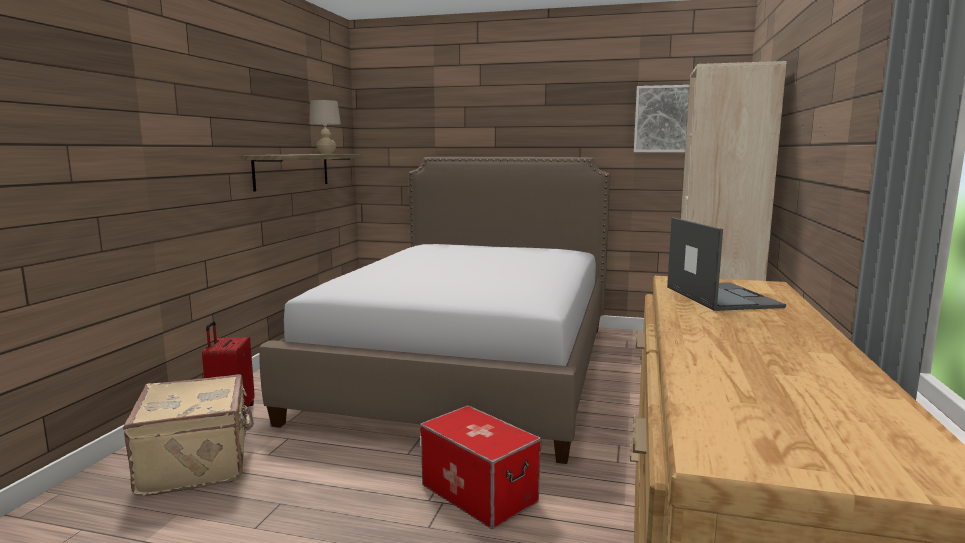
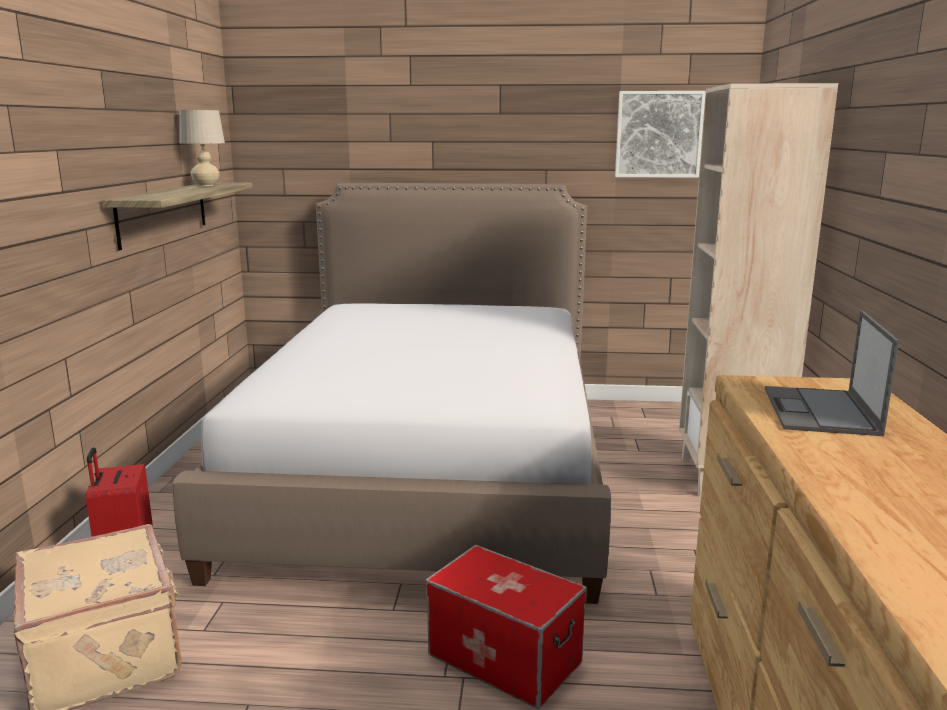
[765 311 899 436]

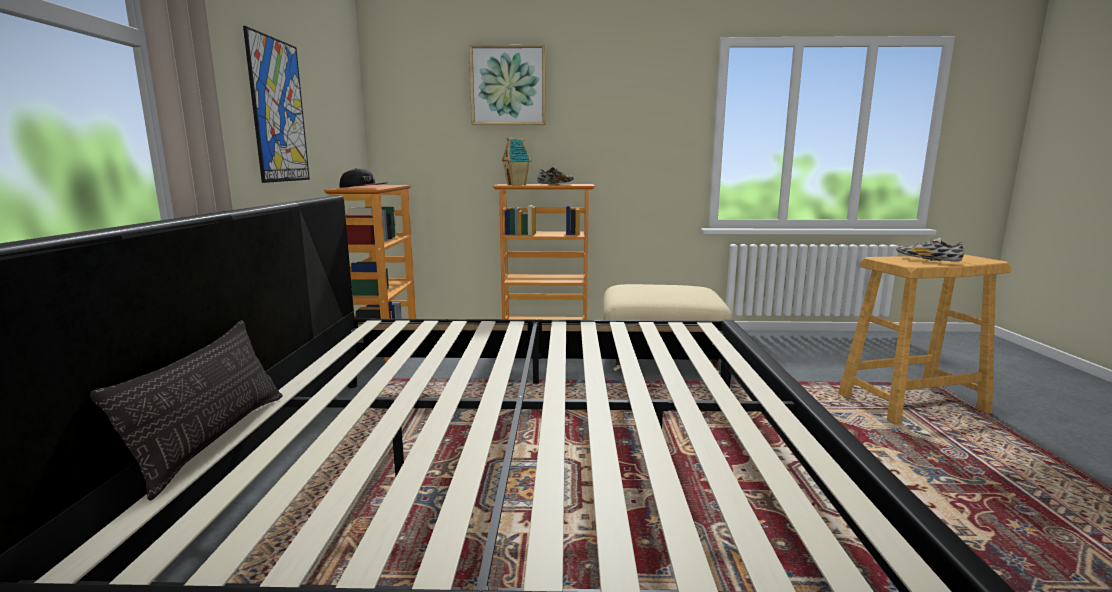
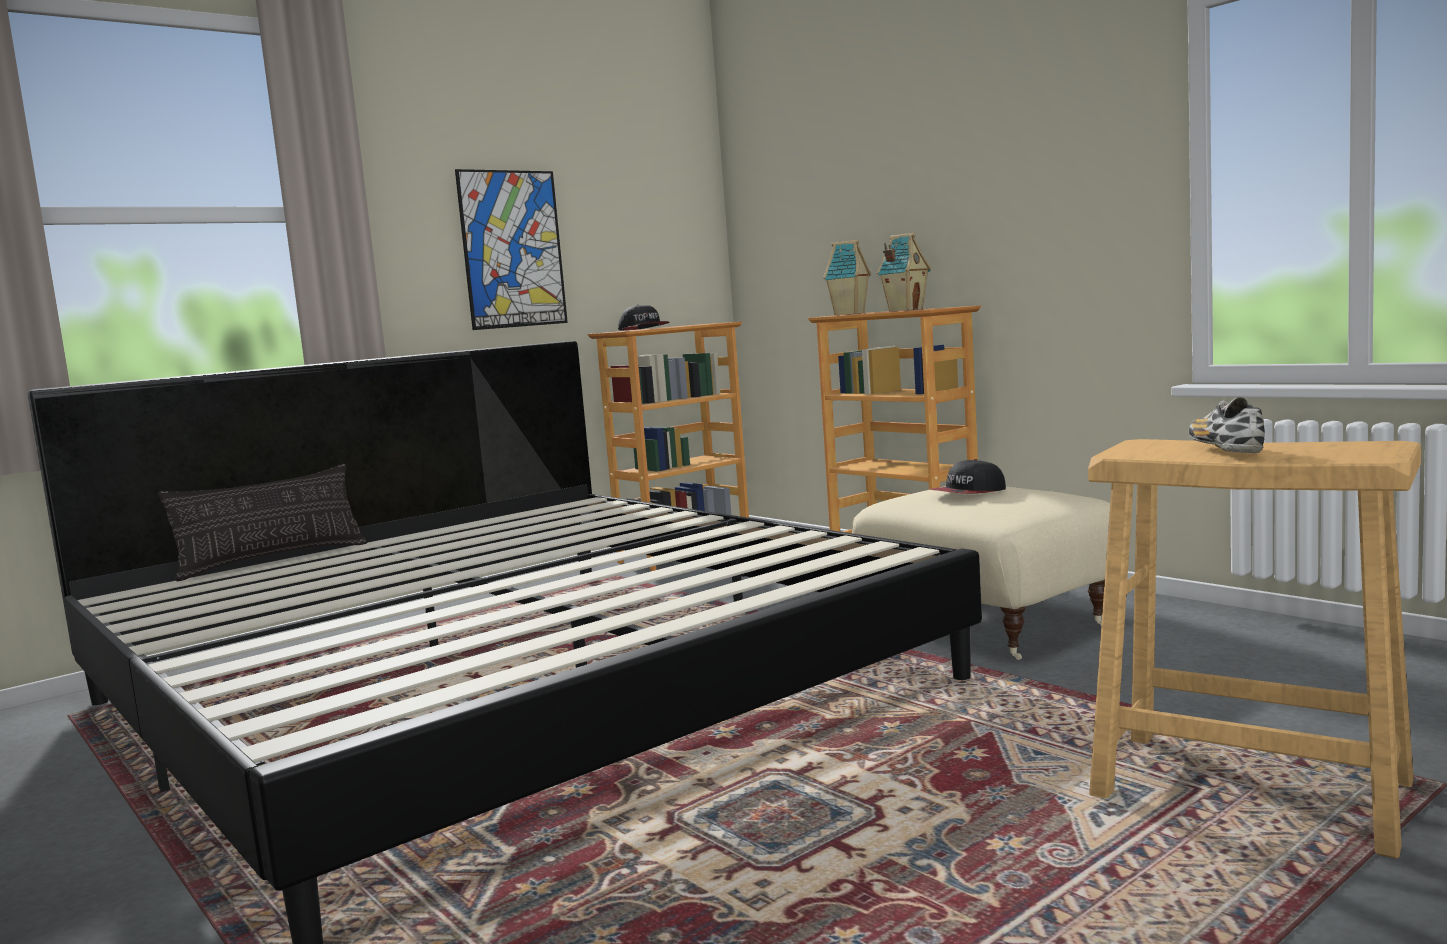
[469 45 546 125] (first image)
[877 233 931 312]
[928 459 1006 494]

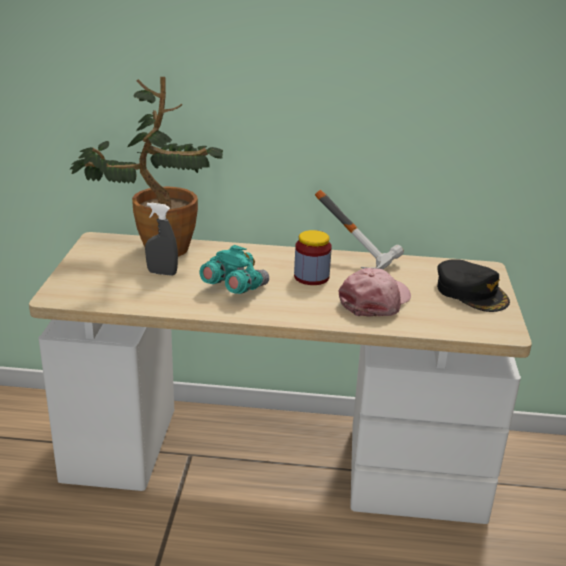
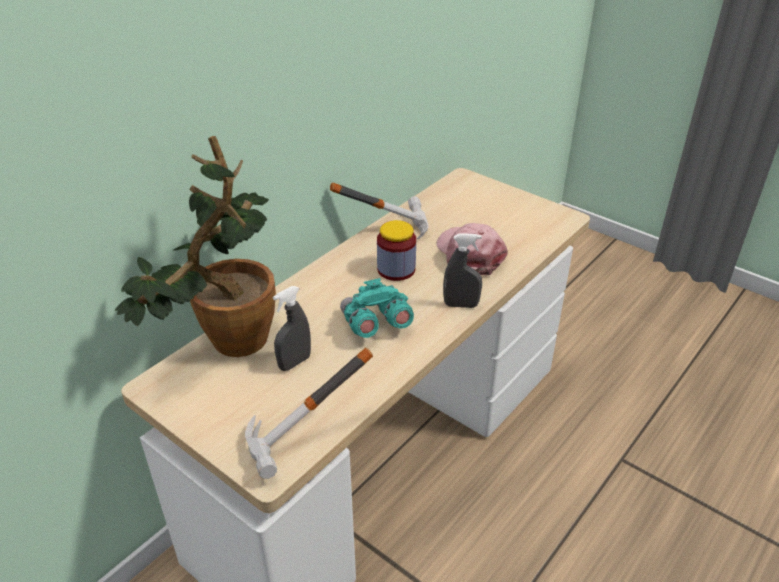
[437 259 510 312] (first image)
[443 233 482 308]
[245 348 373 479]

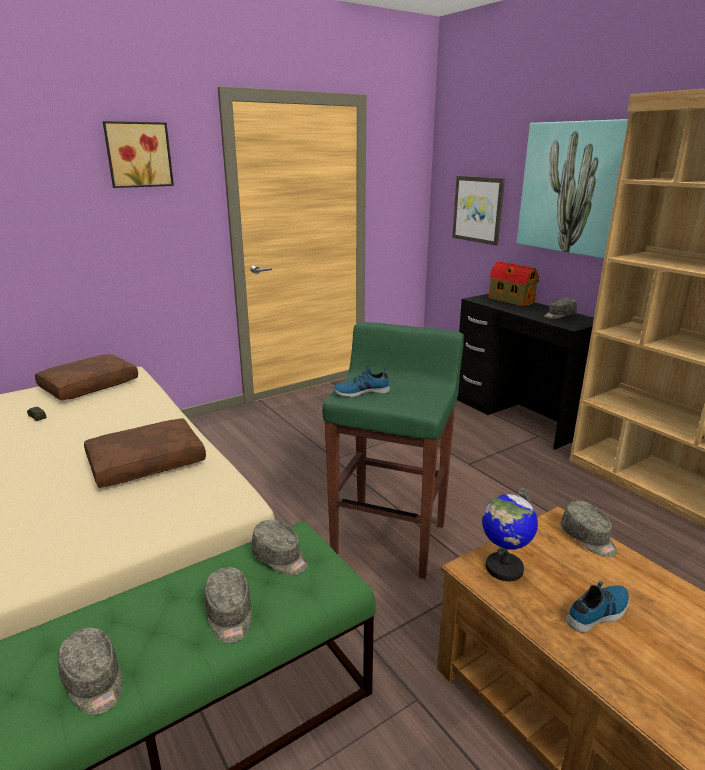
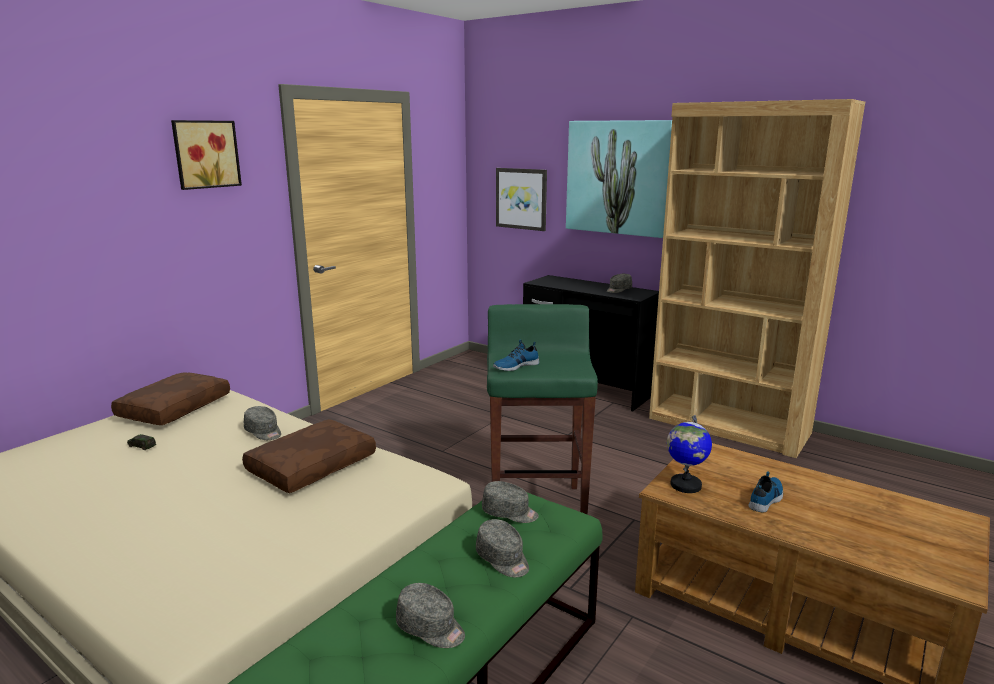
[488 261 539 306] (first image)
[244 406 281 440]

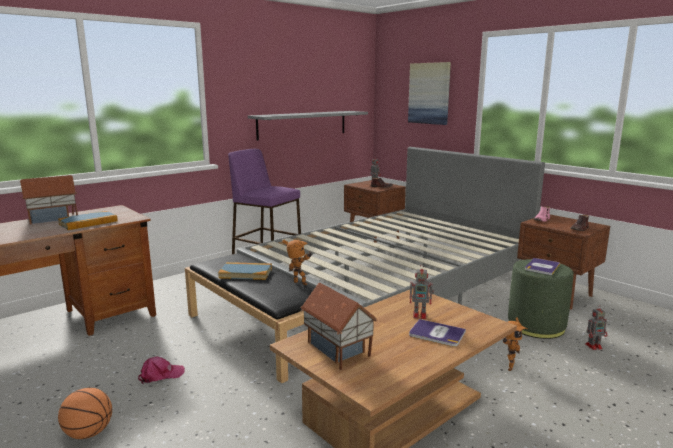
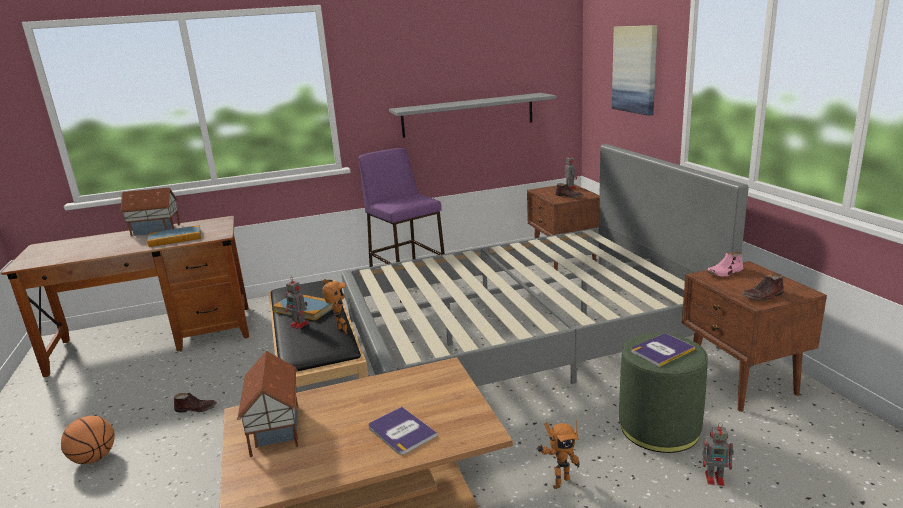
[285 280 309 329]
[174 393 217 413]

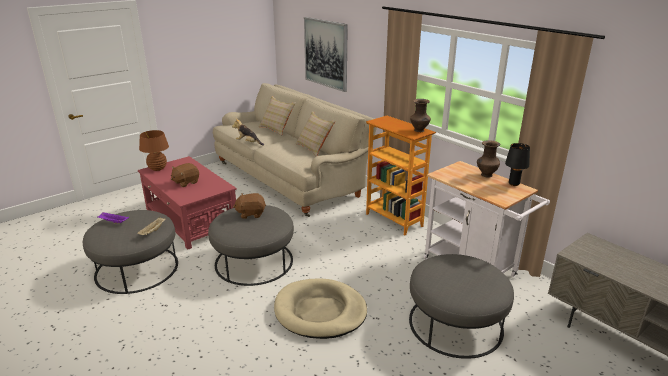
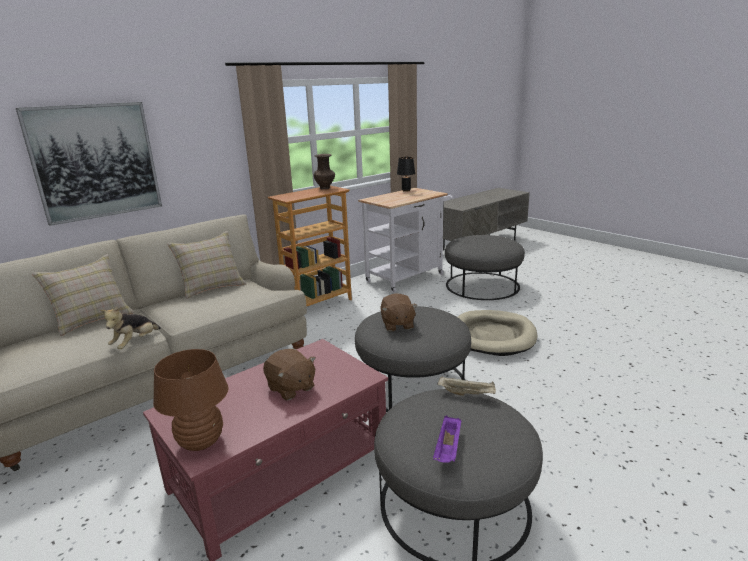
[477 140 500 178] (first image)

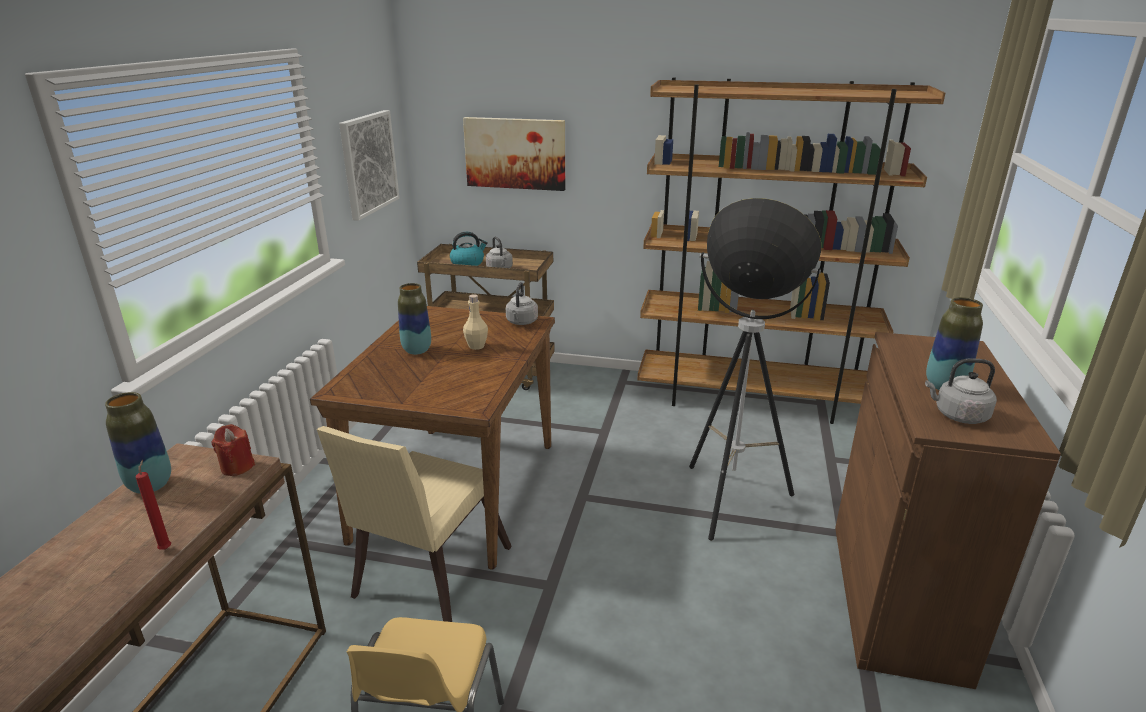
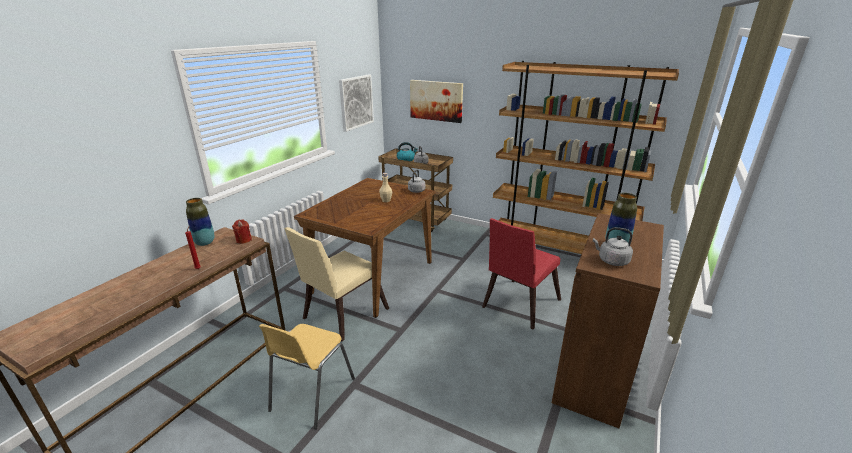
[482 218 561 329]
[398 283 431 355] (first image)

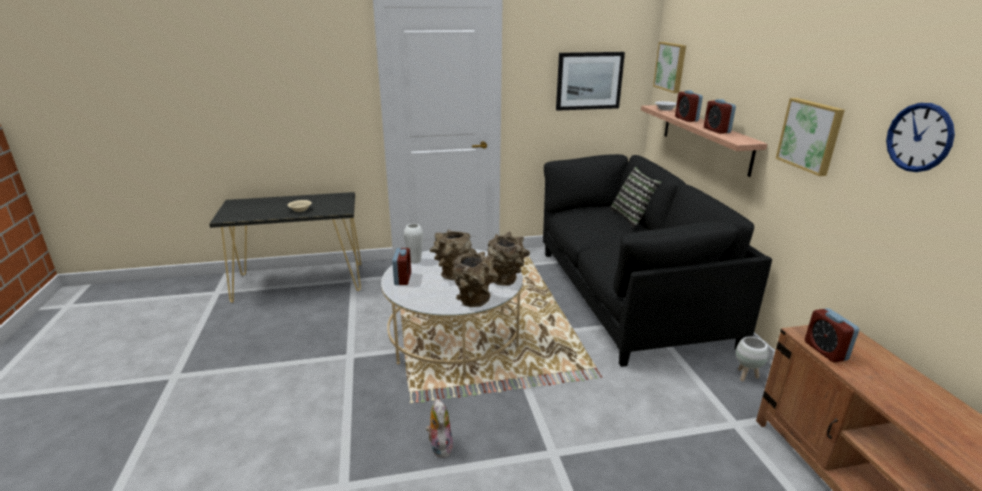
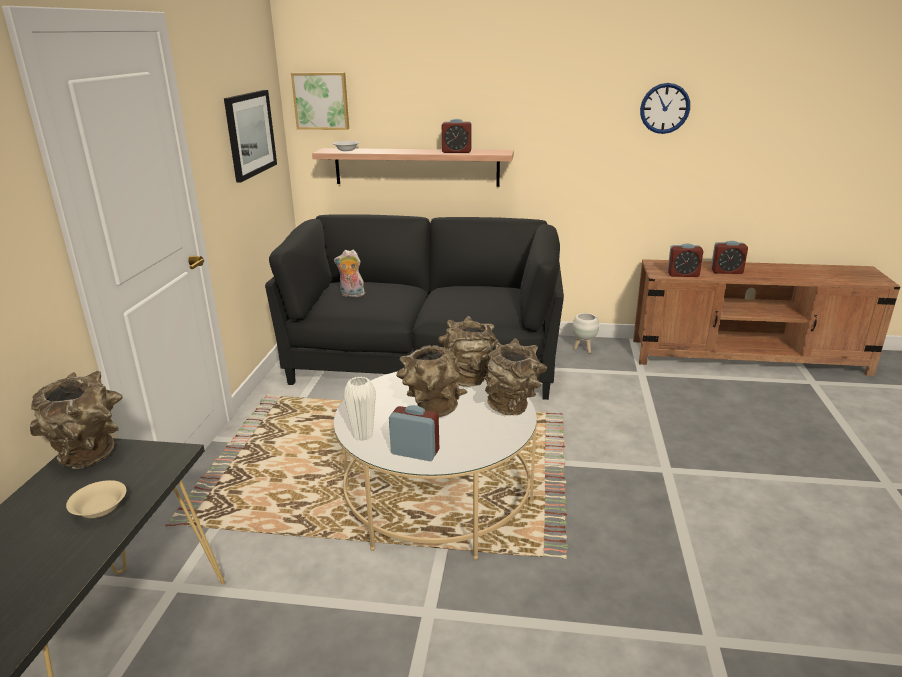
[711 241 748 274]
[776 98 845 176] (first image)
[610 167 661 229] (first image)
[334 250 365 297]
[30 371 123 469]

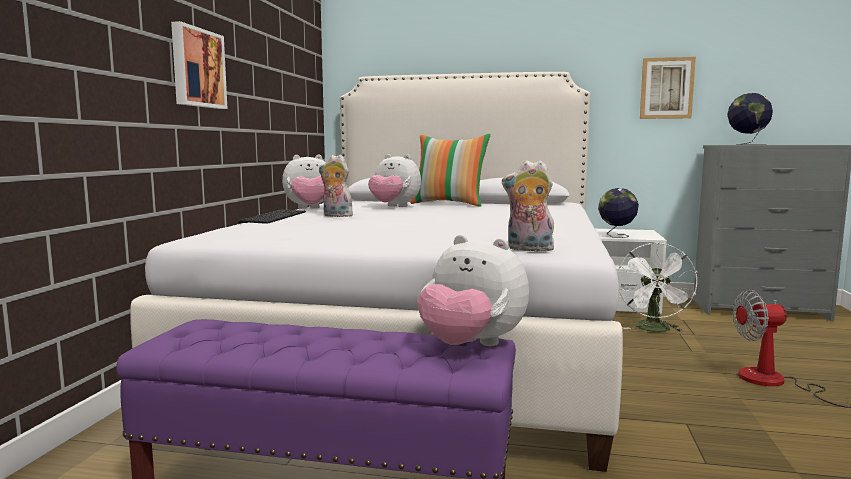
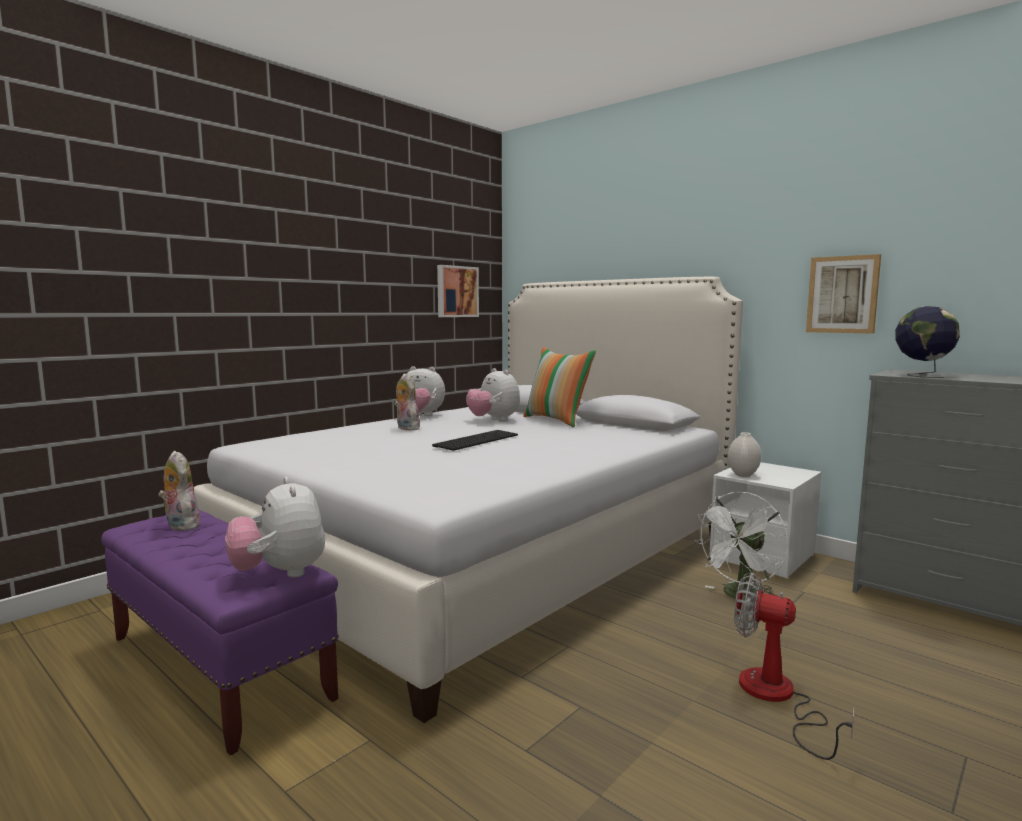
[437 265 479 317]
[159 451 200 531]
[728 432 761 477]
[432 430 518 451]

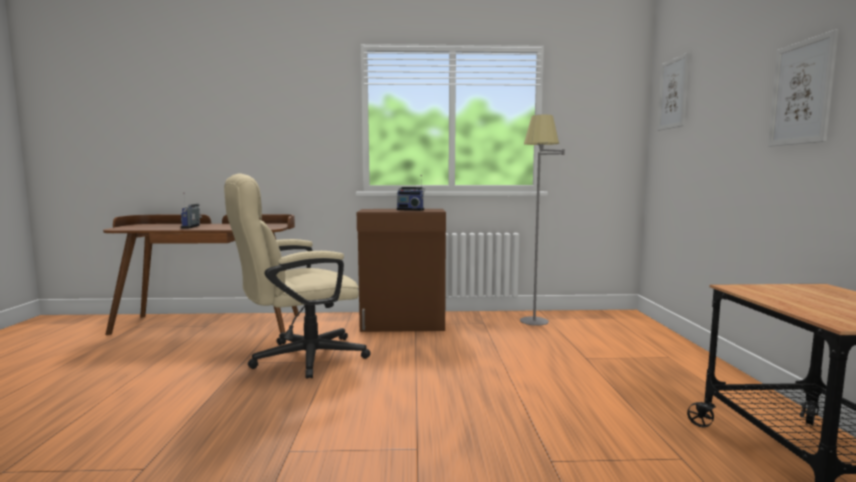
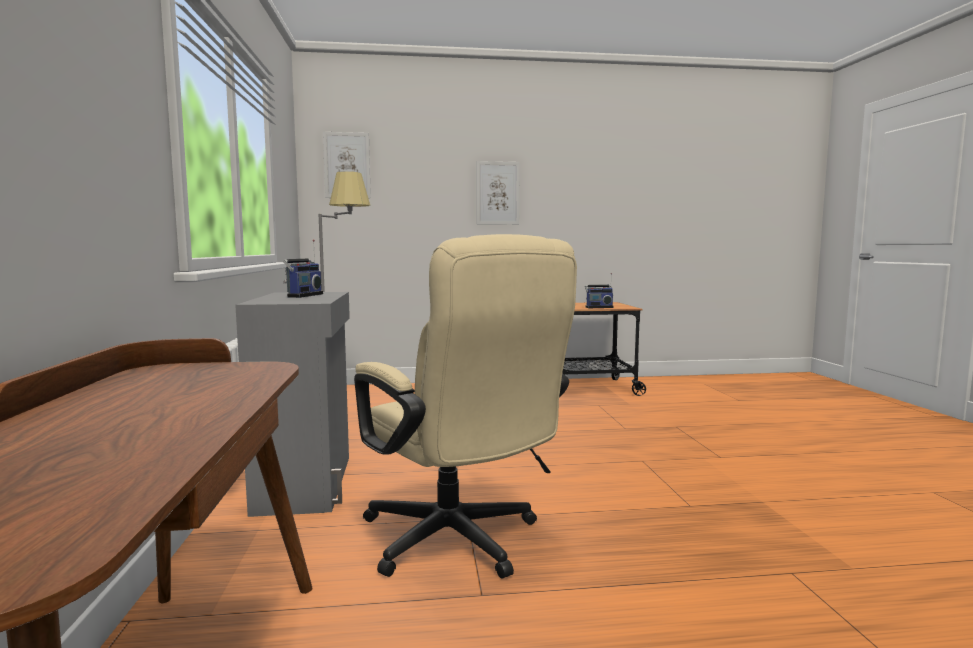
[585 273 614 308]
[235 292 350 517]

